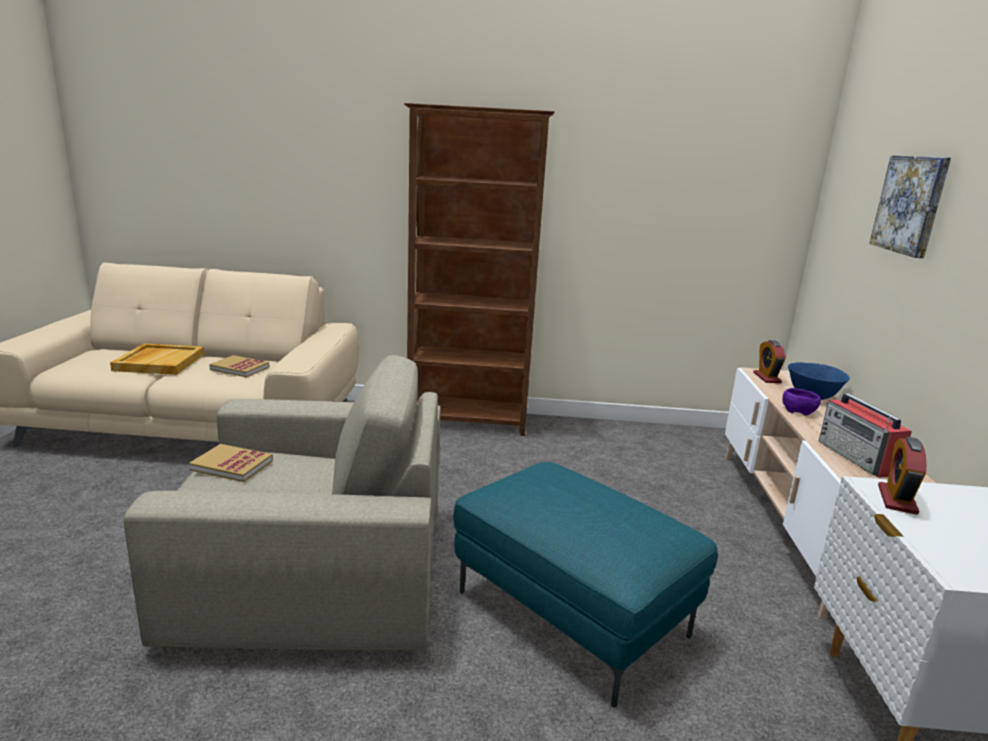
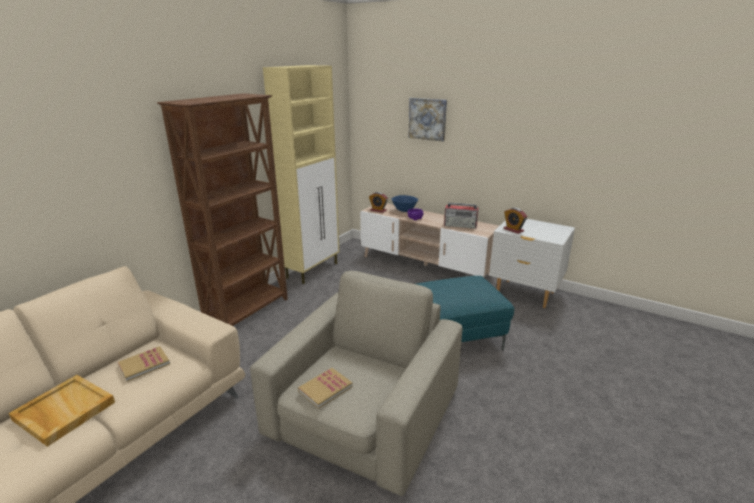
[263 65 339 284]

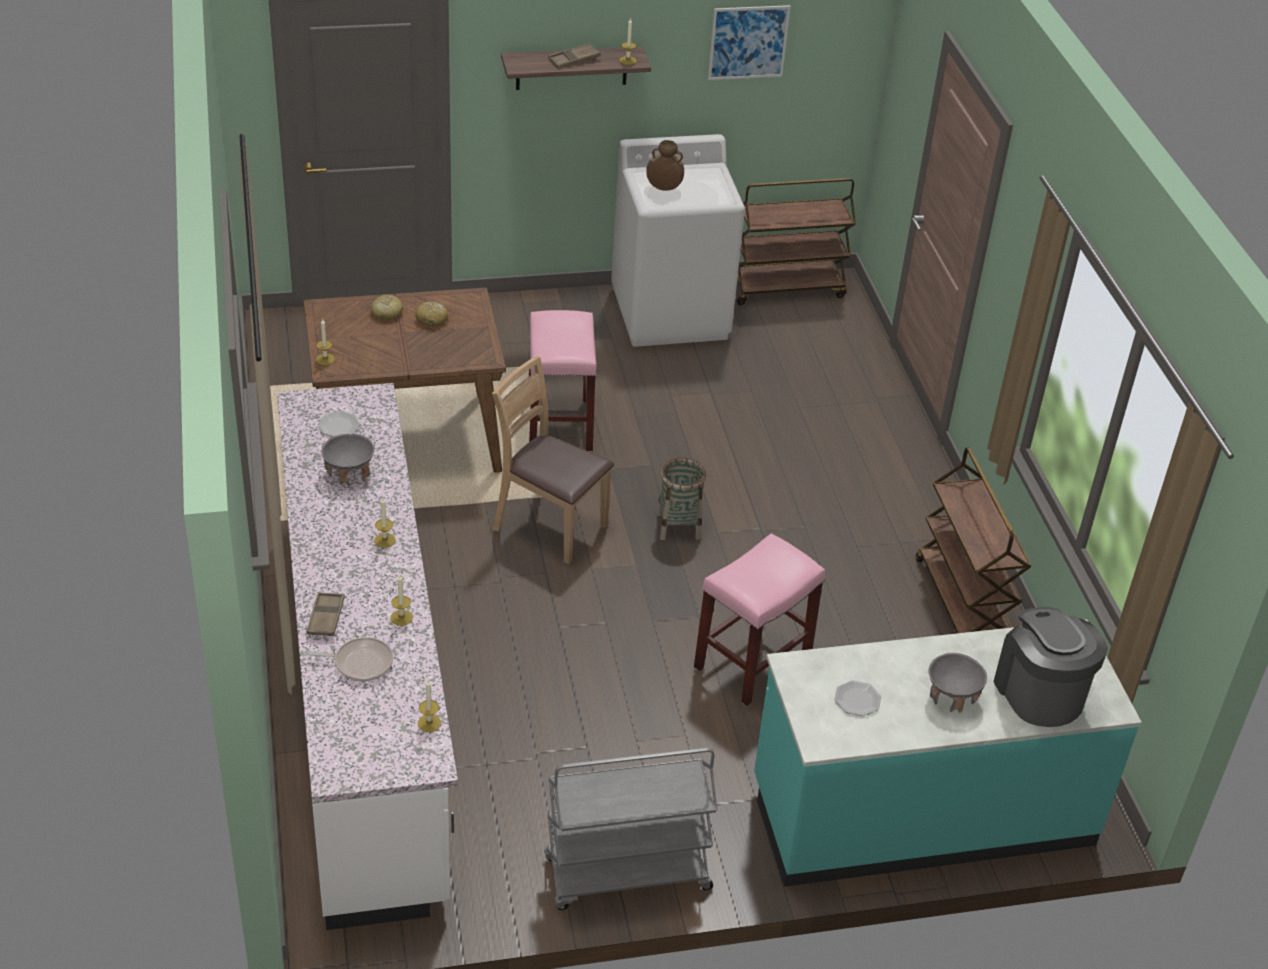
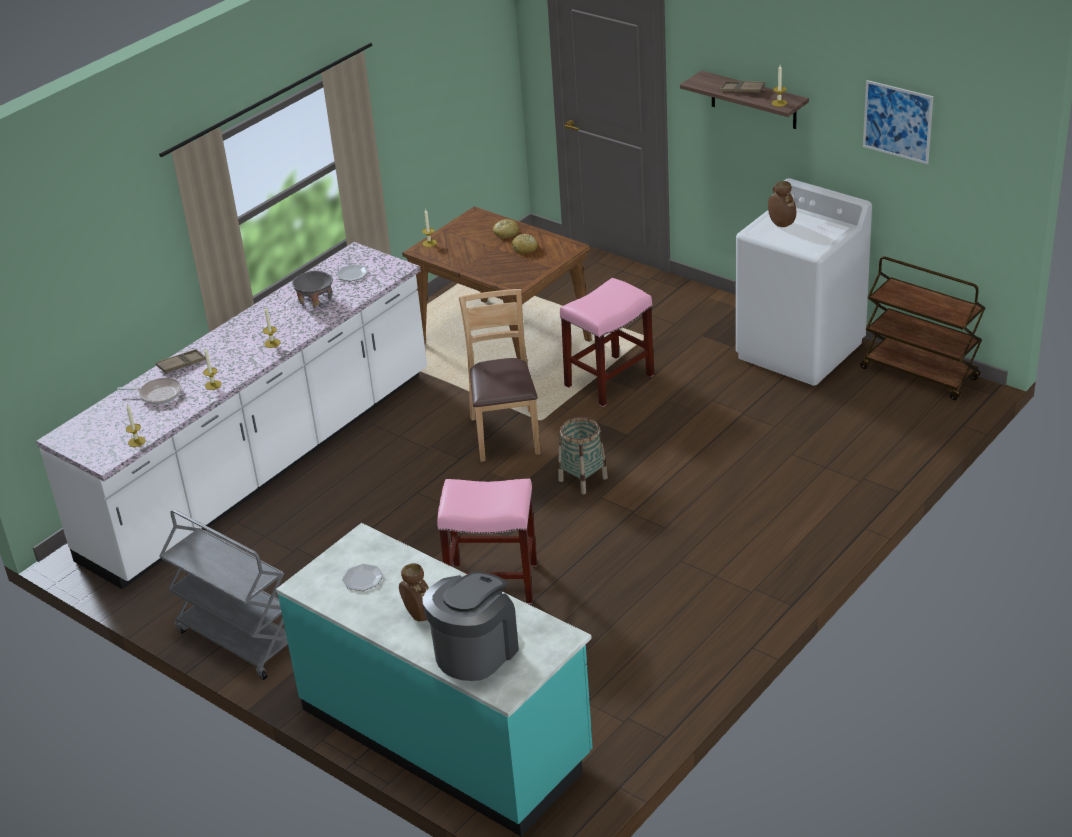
[916 448 1031 634] (first image)
[117 378 182 405]
[399 563 429 621]

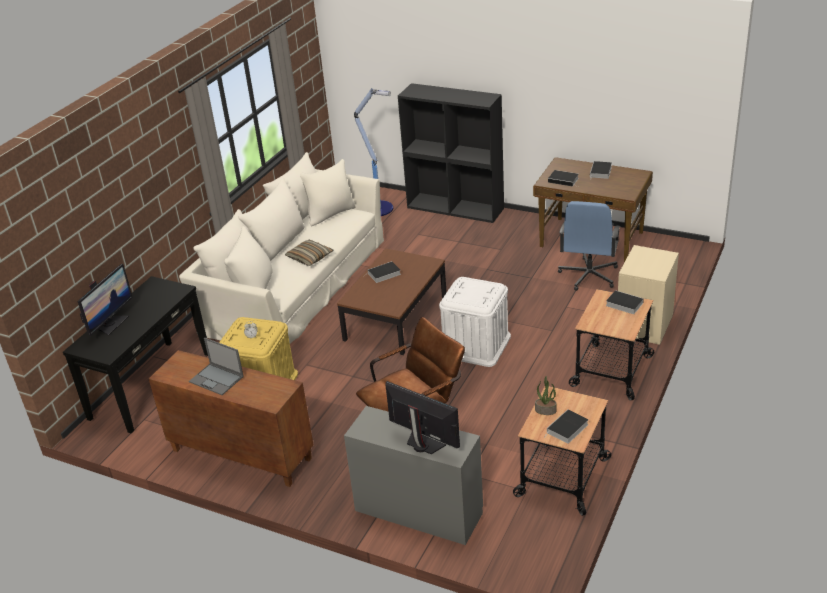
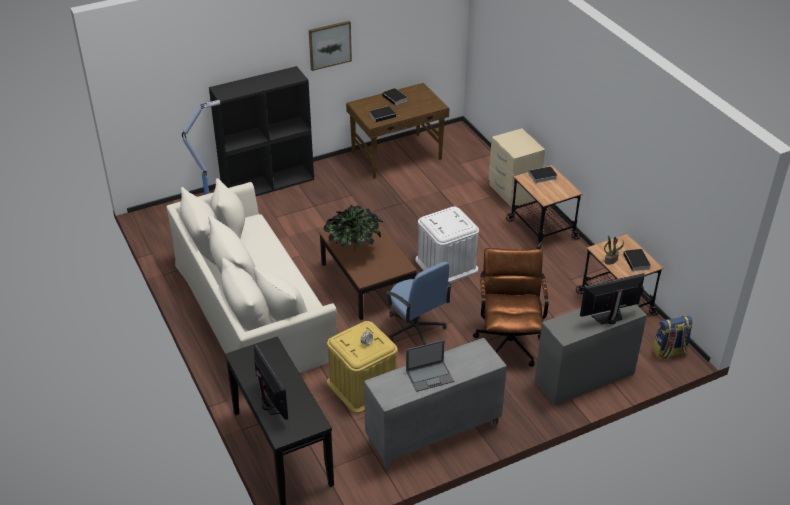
[385 262 452 345]
[285 240 334 266] (first image)
[323 205 383 251]
[364 338 507 470]
[309 21 352 71]
[653 316 693 359]

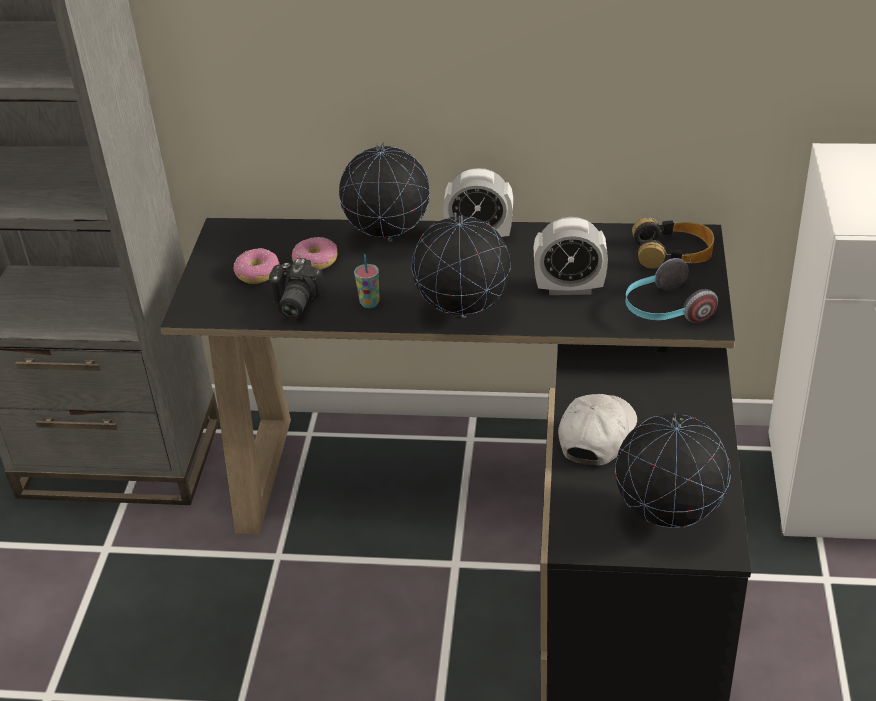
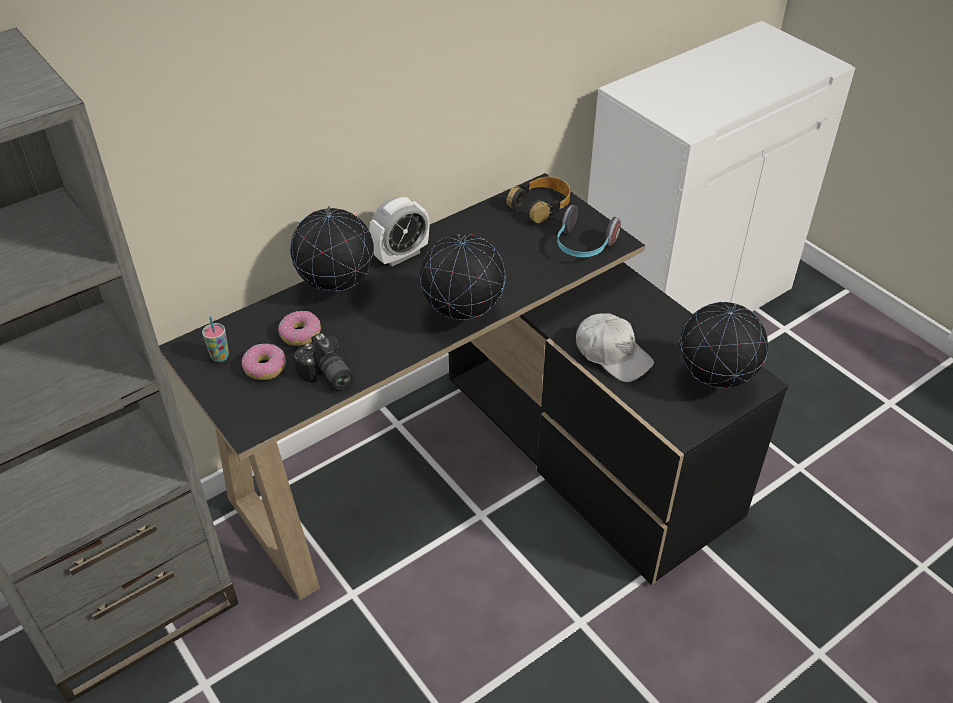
[533 217 608 295] (first image)
[202 316 229 362]
[576 313 654 382]

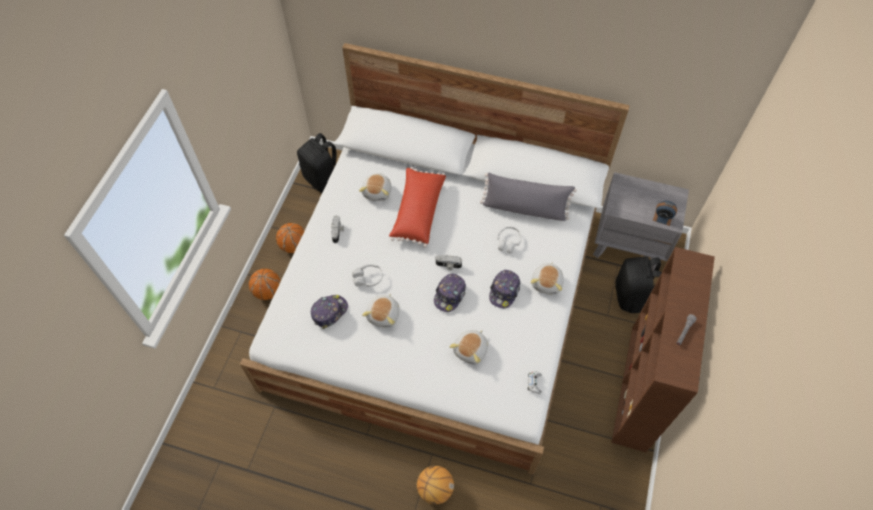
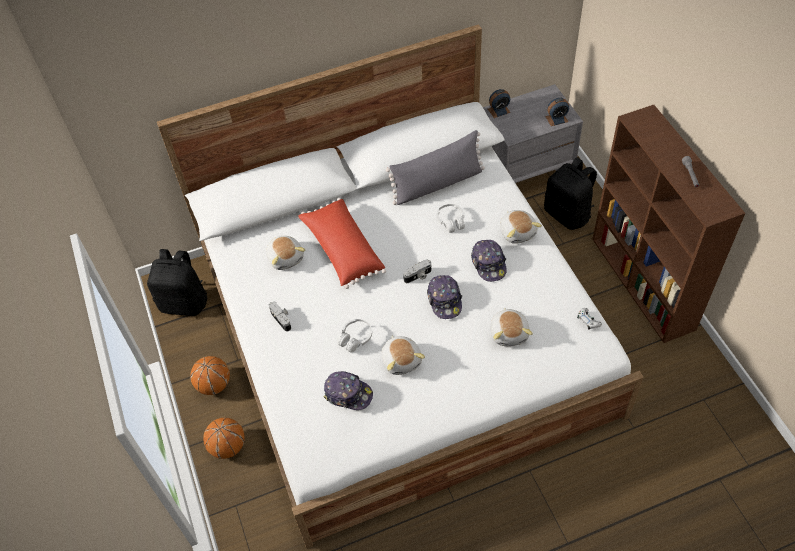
[324 371 373 410]
[417 466 454 505] (first image)
[488 89 511 118]

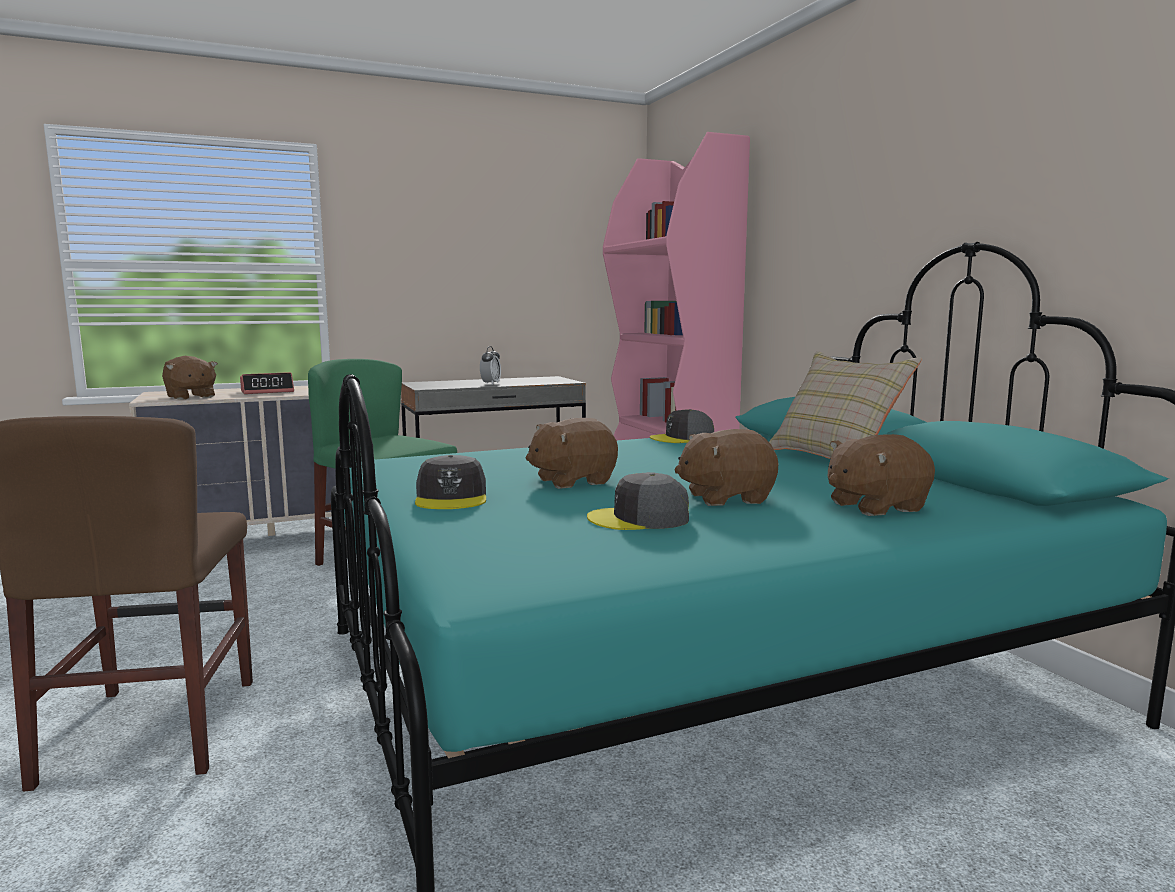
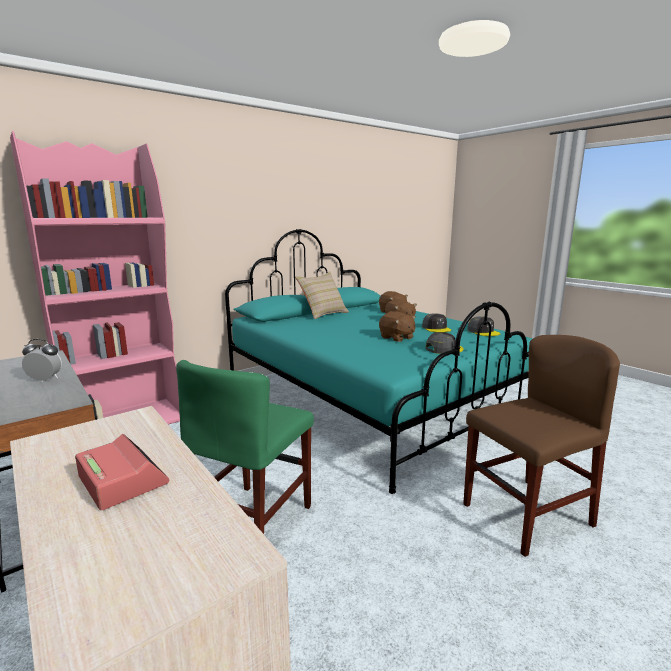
[162 356 218 400] (first image)
[467 316 501 336]

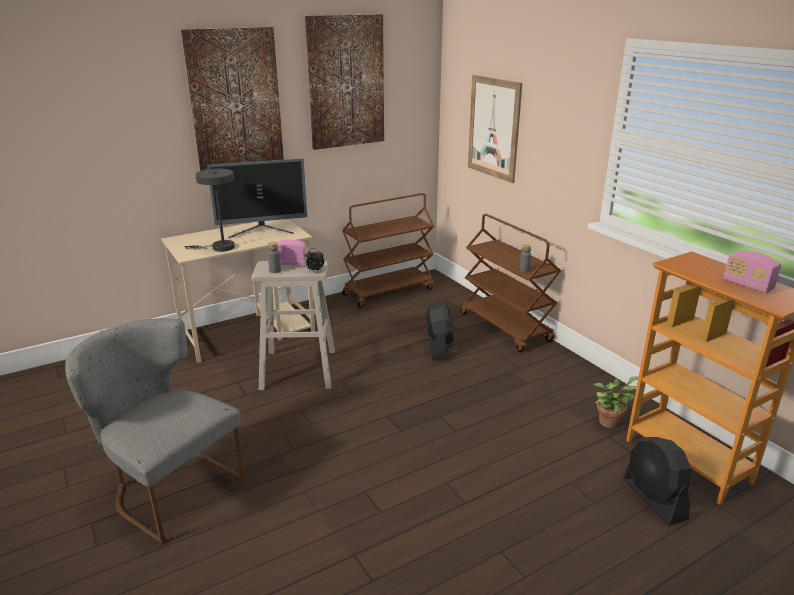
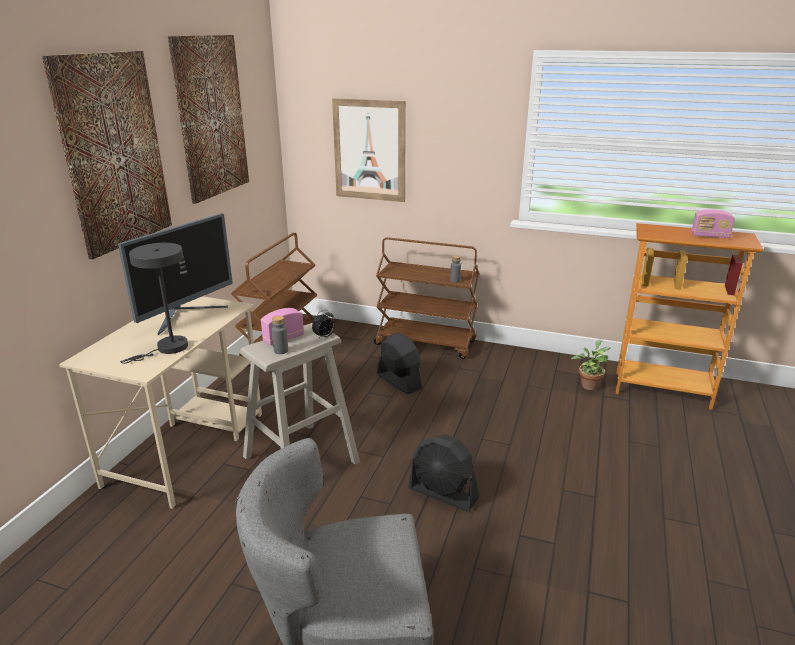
[408 434 479 512]

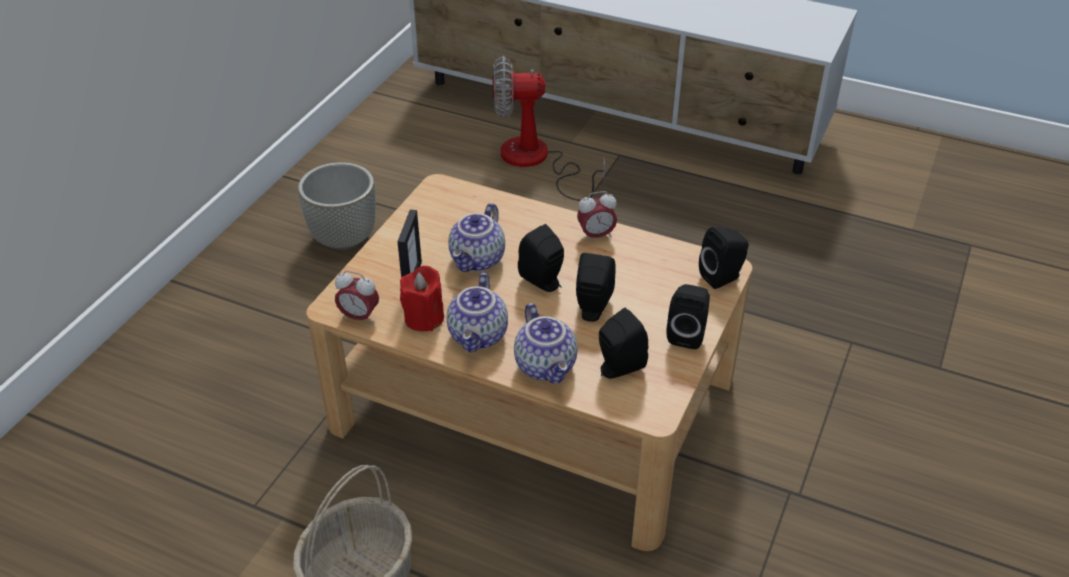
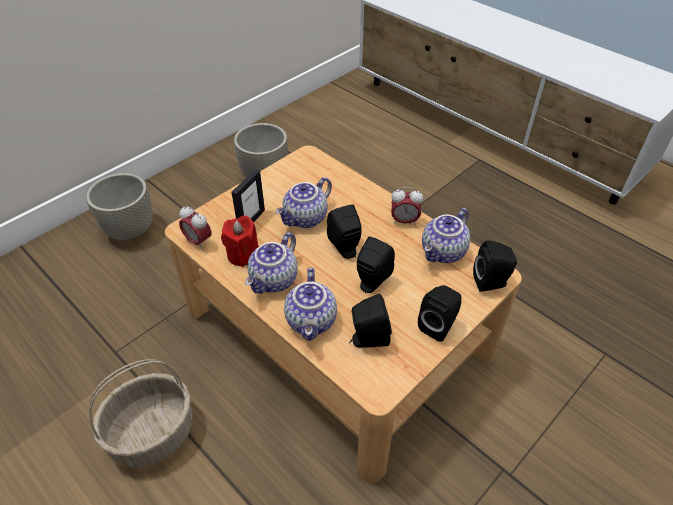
[492 55 605 201] (first image)
[86 173 152 240]
[422 208 470 263]

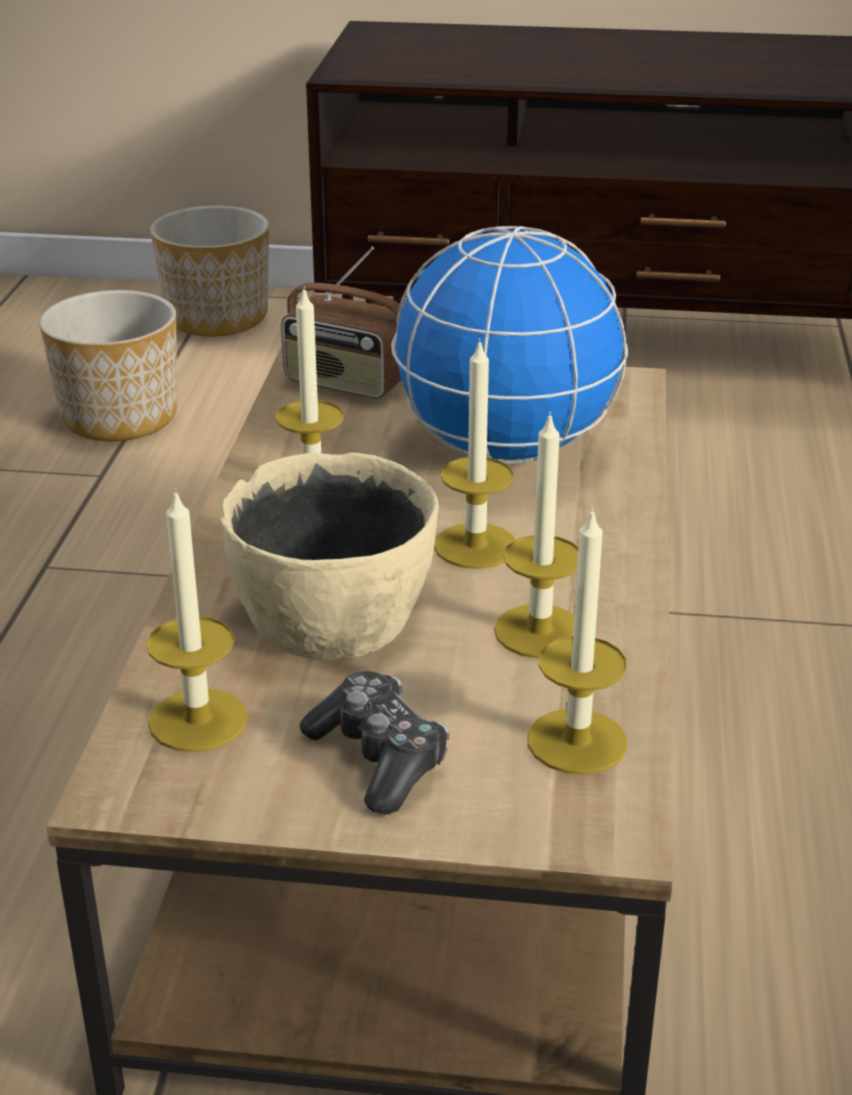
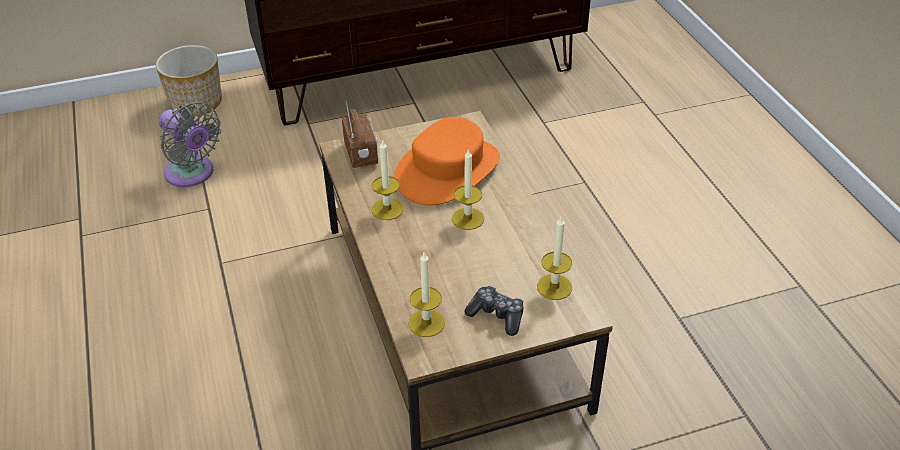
[394 117 500 205]
[342 101 378 168]
[159 102 221 187]
[494 411 578 658] (first image)
[220 452 439 661] (first image)

